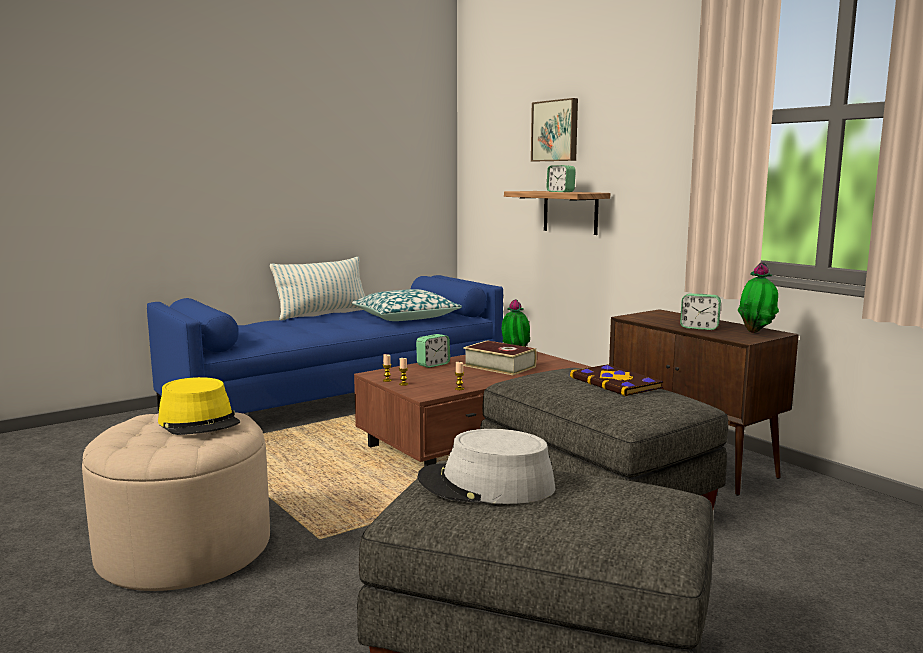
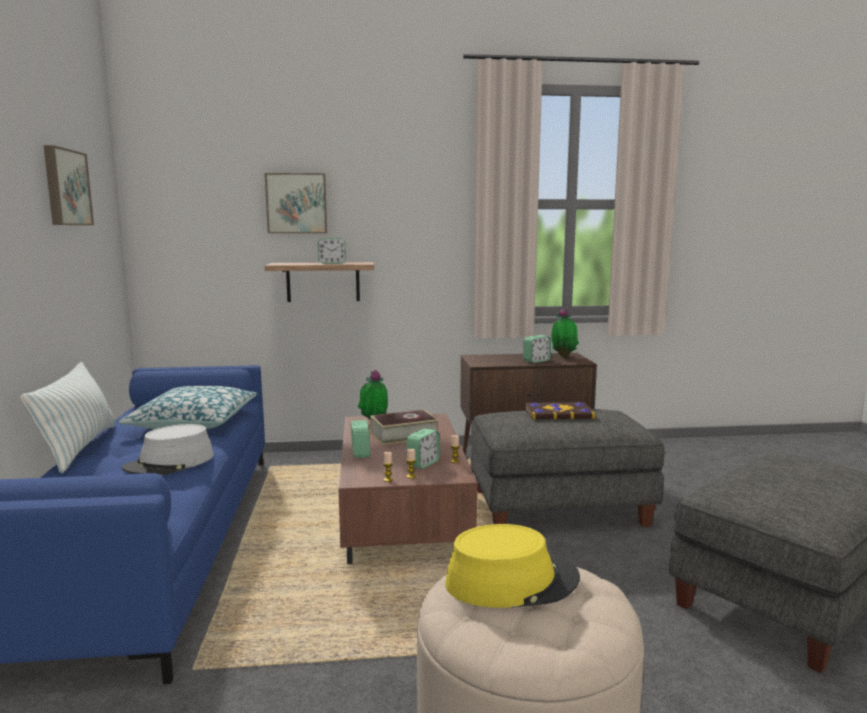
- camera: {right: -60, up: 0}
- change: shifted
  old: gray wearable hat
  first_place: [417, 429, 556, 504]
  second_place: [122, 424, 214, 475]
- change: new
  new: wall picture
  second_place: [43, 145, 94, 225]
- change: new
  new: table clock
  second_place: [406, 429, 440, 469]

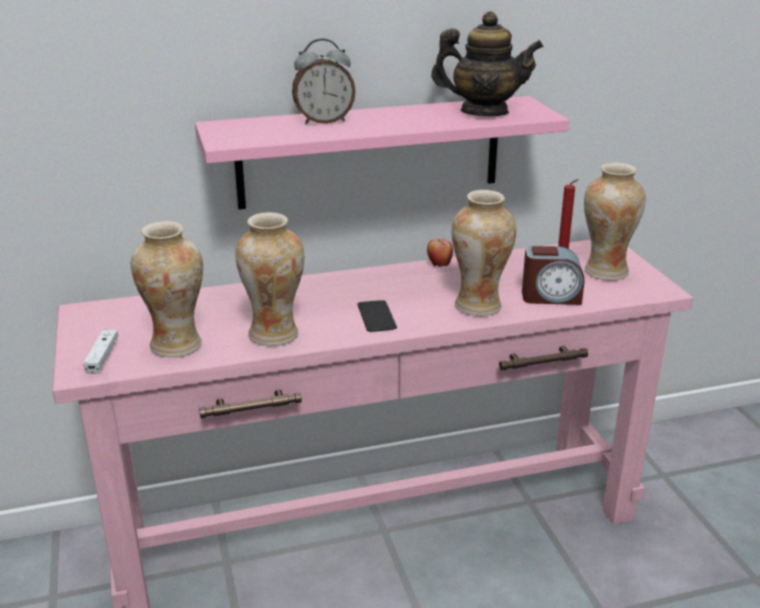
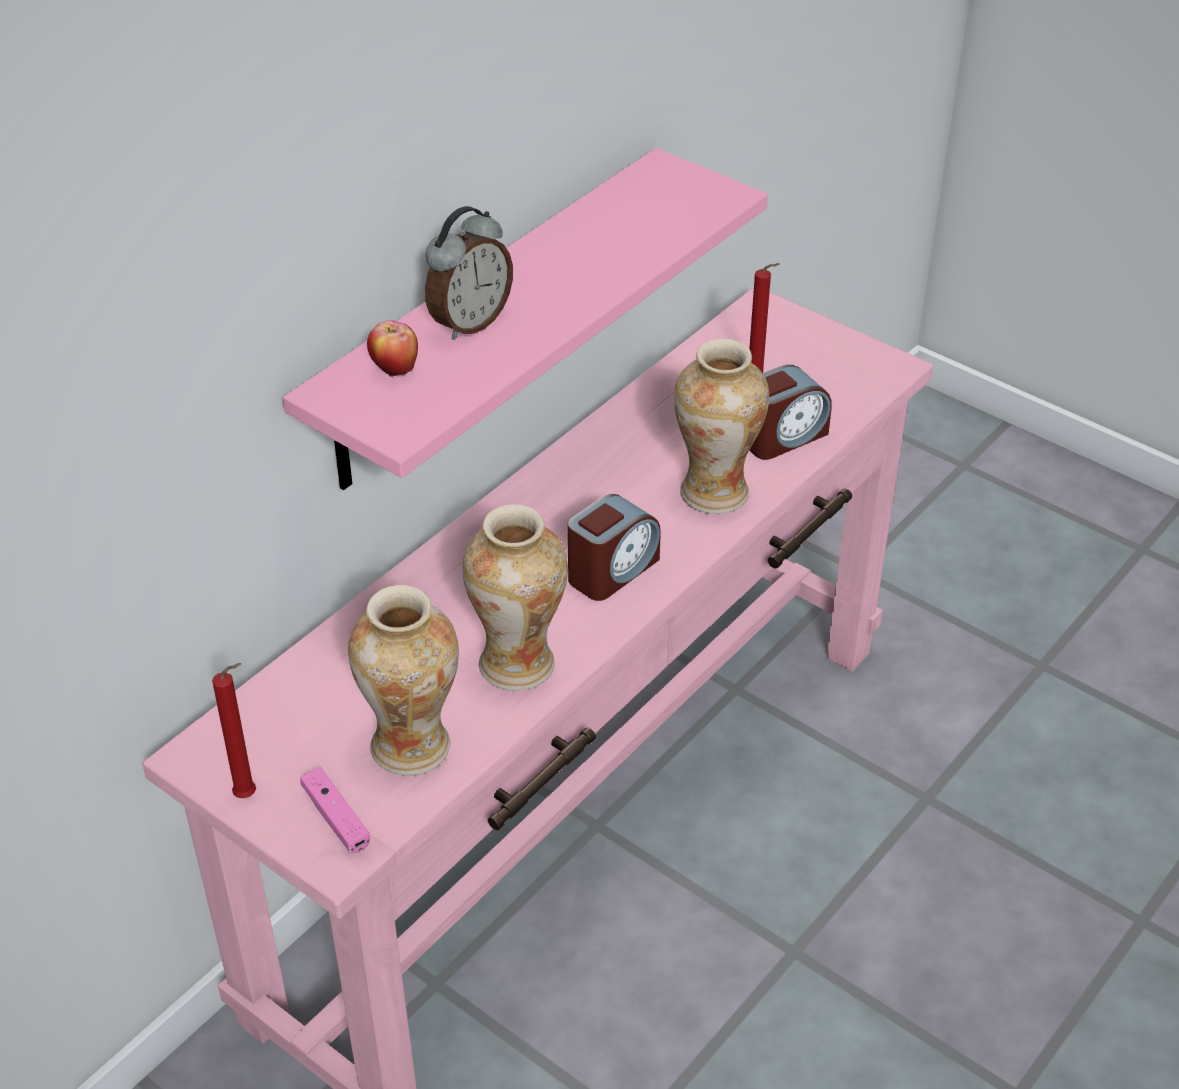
- camera: {right: -35, up: 15}
- change: gone
  old: teapot
  first_place: [431, 11, 543, 117]
- change: gone
  old: decorative vase
  first_place: [584, 163, 646, 281]
- change: shifted
  old: whole apple
  first_place: [427, 238, 453, 267]
  second_place: [367, 320, 418, 377]
- change: swapped
  old: handset
  new: table clock
  first_place: [357, 300, 397, 332]
  second_place: [568, 494, 661, 601]
- change: repainted
  old: white-coloured joypad
  new: pinkish joypad
  first_place: [83, 330, 118, 374]
  second_place: [300, 767, 370, 853]
- change: new
  new: reddish candle
  second_place: [212, 663, 256, 798]

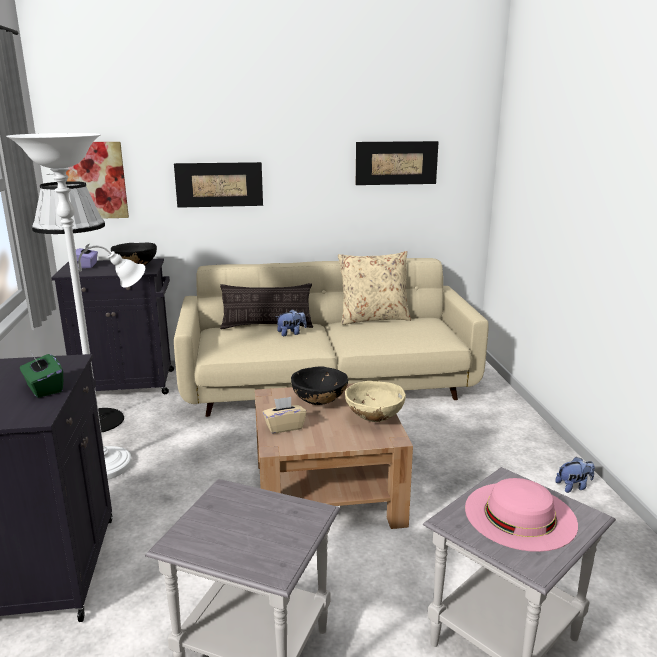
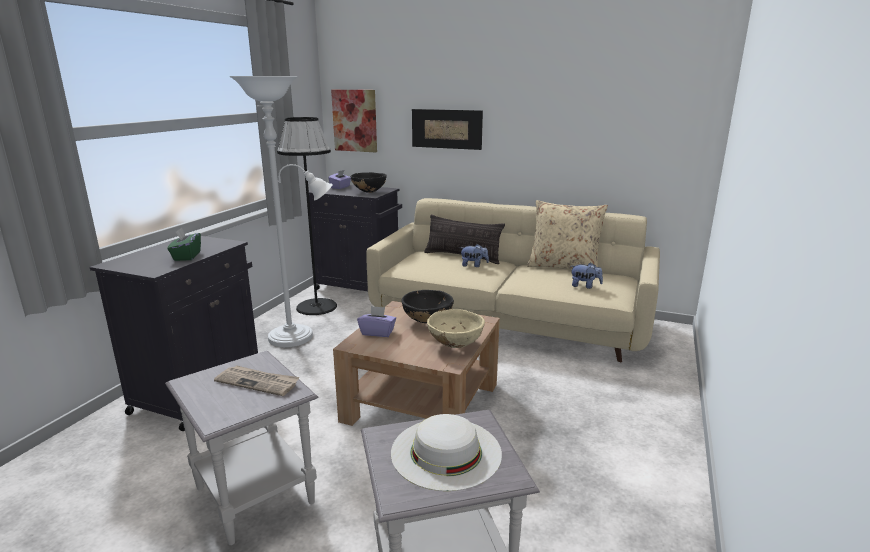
- camera: {right: 30, up: 0}
- change: gone
  old: wall picture
  first_place: [356, 141, 439, 185]
- change: repainted
  old: beige-coloured tissue holder
  new: purple tissue holder
  first_place: [262, 397, 306, 434]
  second_place: [357, 306, 396, 337]
- change: shifted
  old: soft toy
  first_place: [555, 457, 595, 493]
  second_place: [571, 262, 603, 289]
- change: repainted
  old: pinkish wearable hat
  new: white-coloured wearable hat
  first_place: [465, 478, 578, 552]
  second_place: [391, 414, 502, 491]
- change: new
  new: daily paper
  second_place: [214, 365, 300, 396]

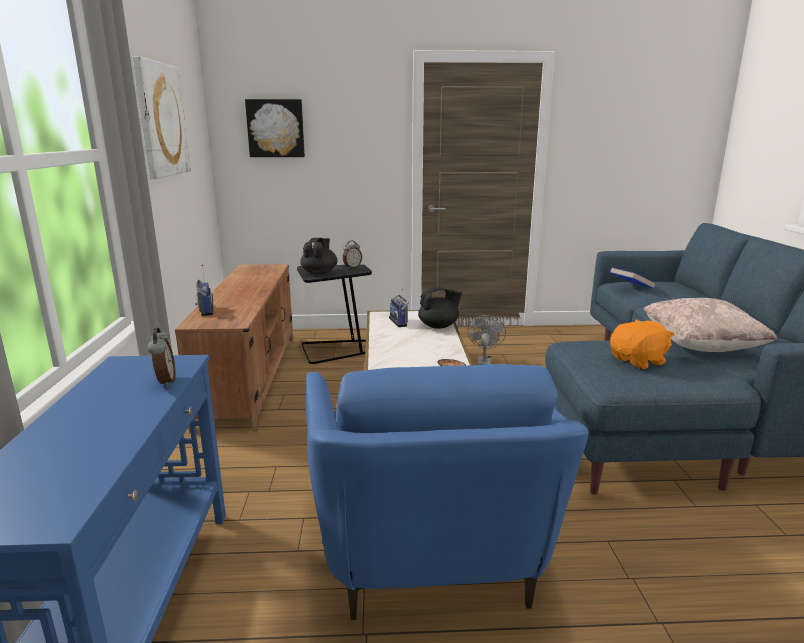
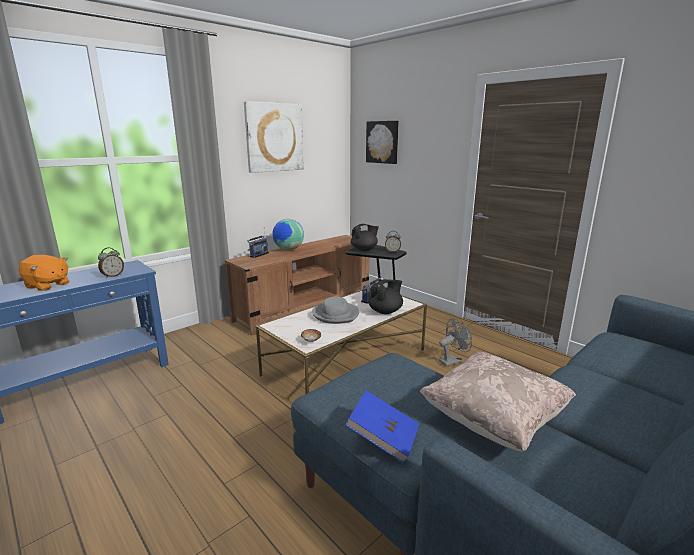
- camera: {right: 50, up: 0}
- change: shifted
  old: blue-coloured bound book
  first_place: [610, 267, 655, 289]
  second_place: [345, 390, 419, 463]
- change: rotated
  old: black teapot
  first_place: [418, 287, 462, 329]
  second_place: [369, 279, 403, 314]
  degrees: -75
- change: shifted
  old: orangey soft toy
  first_place: [610, 319, 675, 369]
  second_place: [19, 255, 69, 291]
- change: gone
  old: blue-coloured easy chair
  first_place: [306, 364, 589, 620]
- change: new
  new: world globe
  second_place: [272, 219, 304, 250]
- change: new
  new: gray wearable hat
  second_place: [312, 297, 359, 324]

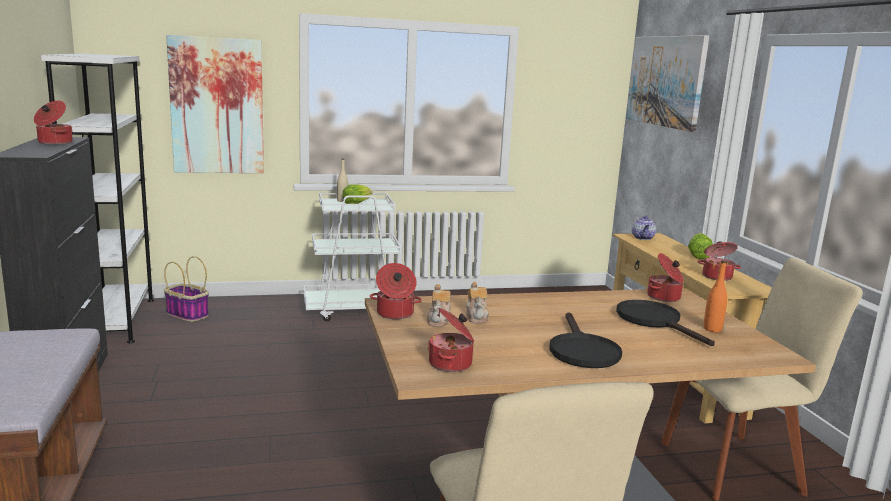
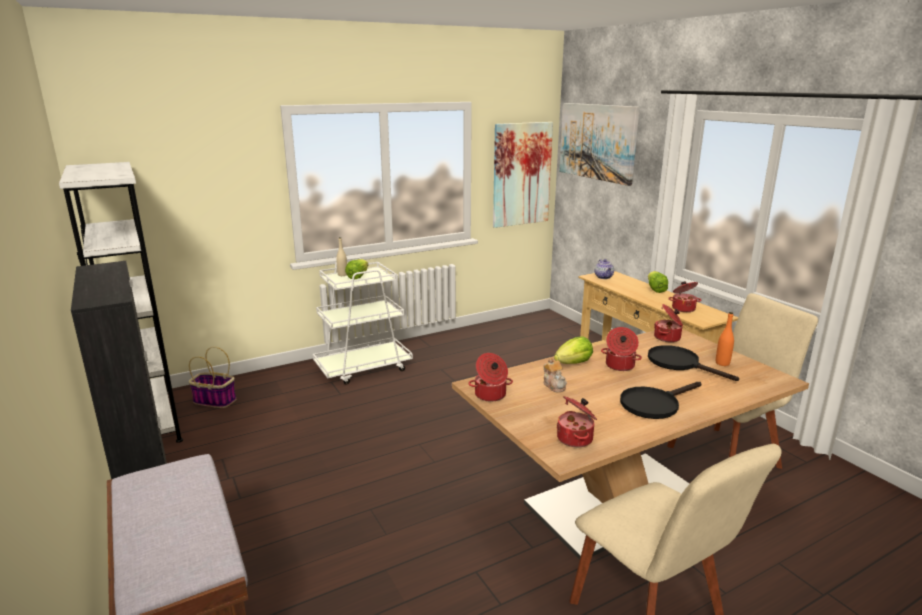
- camera: {right: -15, up: 5}
- change: shifted
  old: wall picture
  first_place: [166, 35, 264, 173]
  second_place: [493, 122, 553, 228]
- change: shifted
  old: stockpot
  first_place: [34, 101, 73, 145]
  second_place: [601, 327, 642, 371]
- change: gone
  old: teapot
  first_place: [427, 284, 451, 327]
- change: rotated
  old: black skillet
  first_place: [549, 312, 622, 368]
  second_place: [620, 382, 701, 419]
  degrees: 75
- change: new
  new: head of lettuce
  second_place: [554, 336, 593, 364]

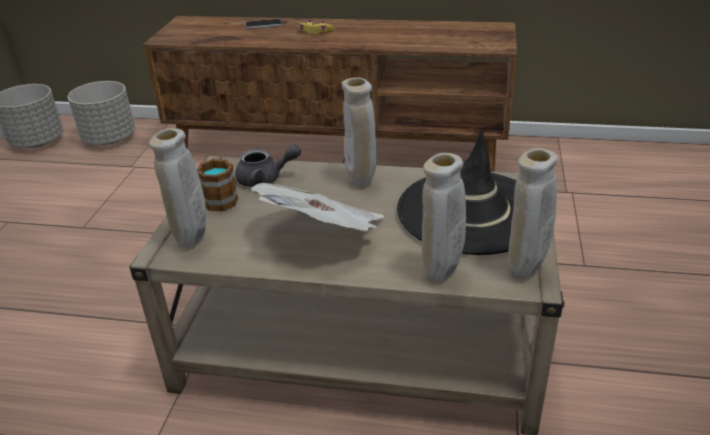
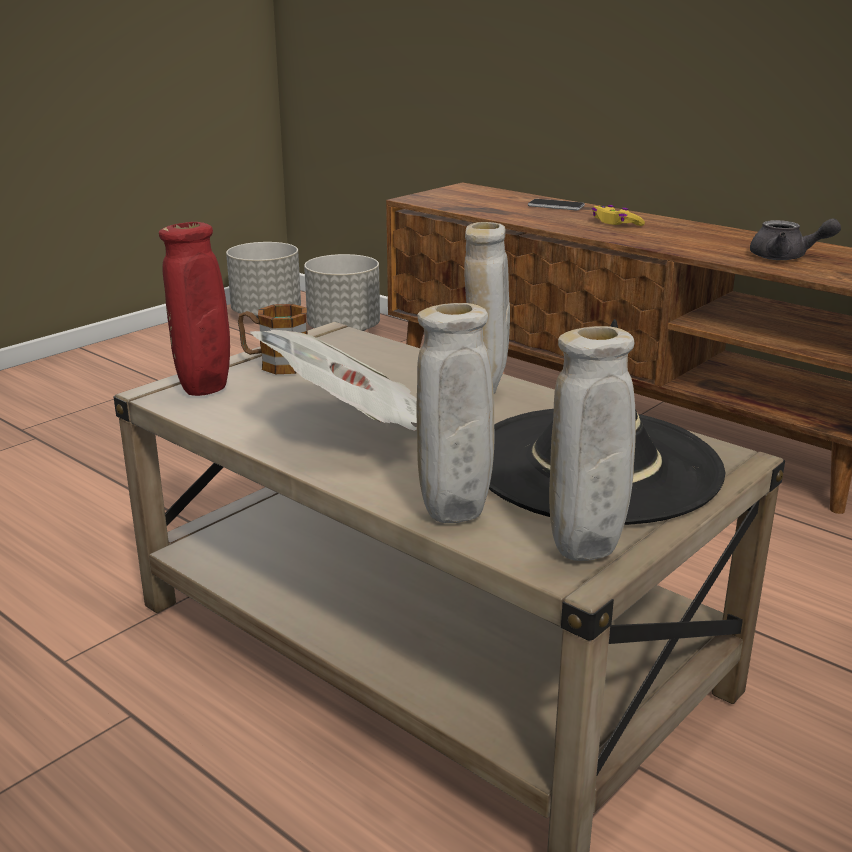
- camera: {right: 30, up: -10}
- change: repainted
  old: beige-coloured decorative vase
  new: reddish decorative vase
  first_place: [149, 128, 206, 248]
  second_place: [159, 222, 230, 396]
- change: shifted
  old: gray teapot
  first_place: [235, 145, 301, 187]
  second_place: [750, 218, 841, 260]

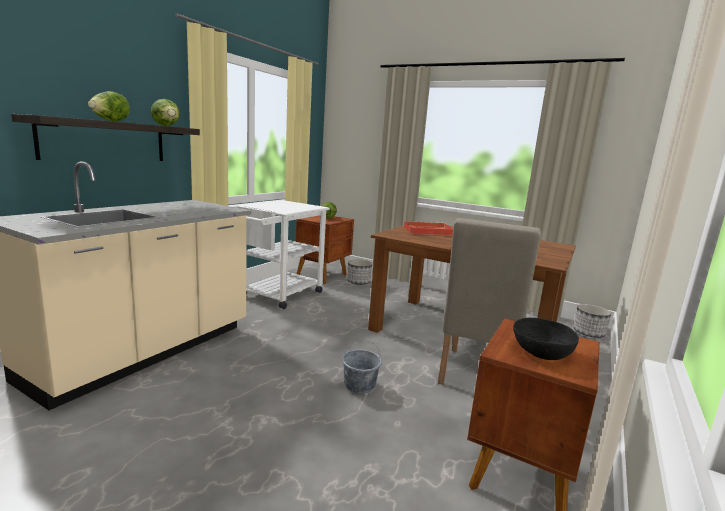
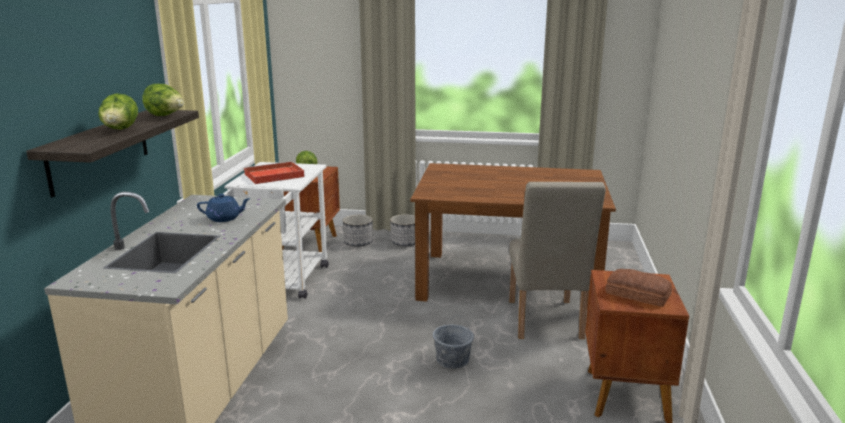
- camera: {right: -20, up: 5}
- change: shifted
  old: reddish carrying tray
  first_place: [404, 221, 453, 236]
  second_place: [244, 161, 305, 184]
- change: shifted
  old: flower pot
  first_place: [573, 304, 611, 338]
  second_place: [390, 214, 415, 246]
- change: swapped
  old: black deep dish
  new: baked bread
  first_place: [513, 318, 579, 360]
  second_place: [605, 269, 672, 307]
- change: new
  new: blue-coloured teapot
  second_place: [197, 194, 251, 222]

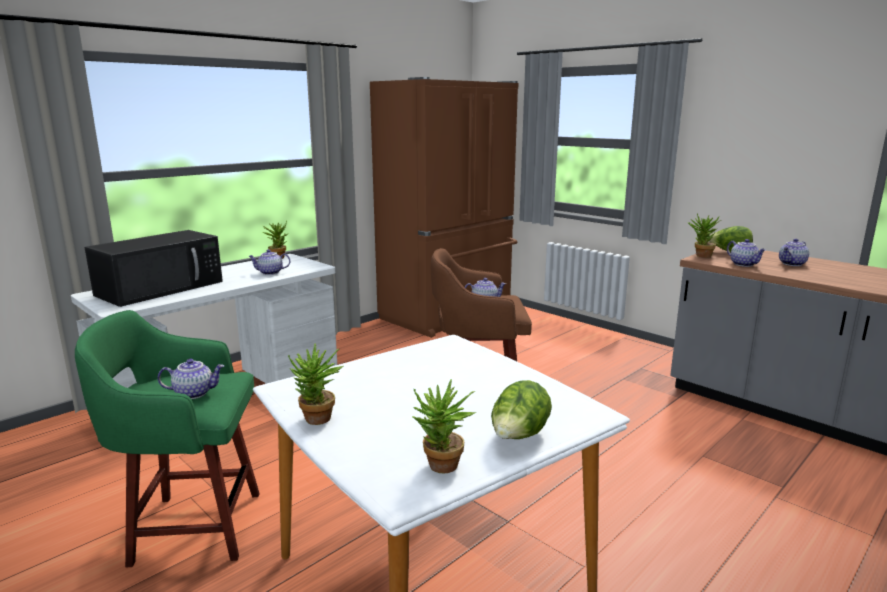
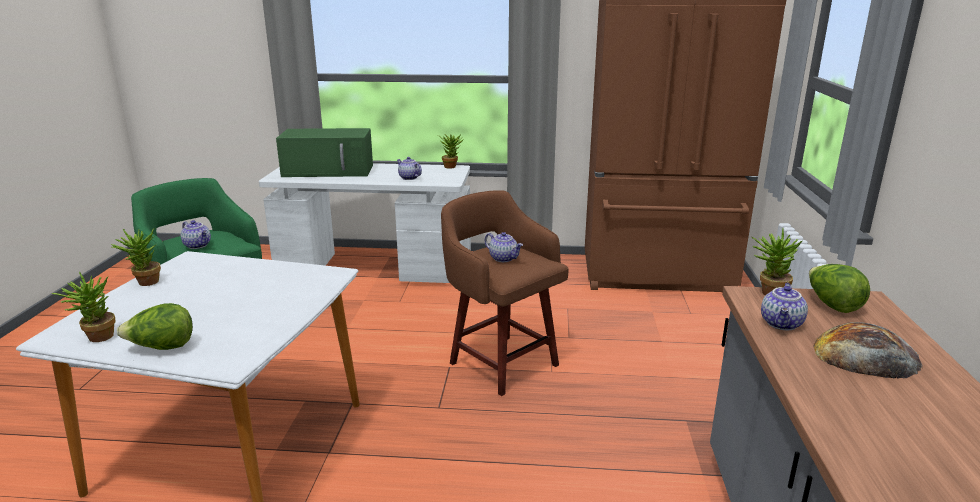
- camera: {right: 50, up: 5}
- change: repainted
  old: black kitchen microwave
  new: green kitchen microwave
  first_place: [85, 230, 223, 307]
  second_place: [276, 128, 373, 177]
- change: swapped
  old: teapot
  new: baked bread
  first_place: [779, 239, 809, 266]
  second_place: [814, 322, 922, 379]

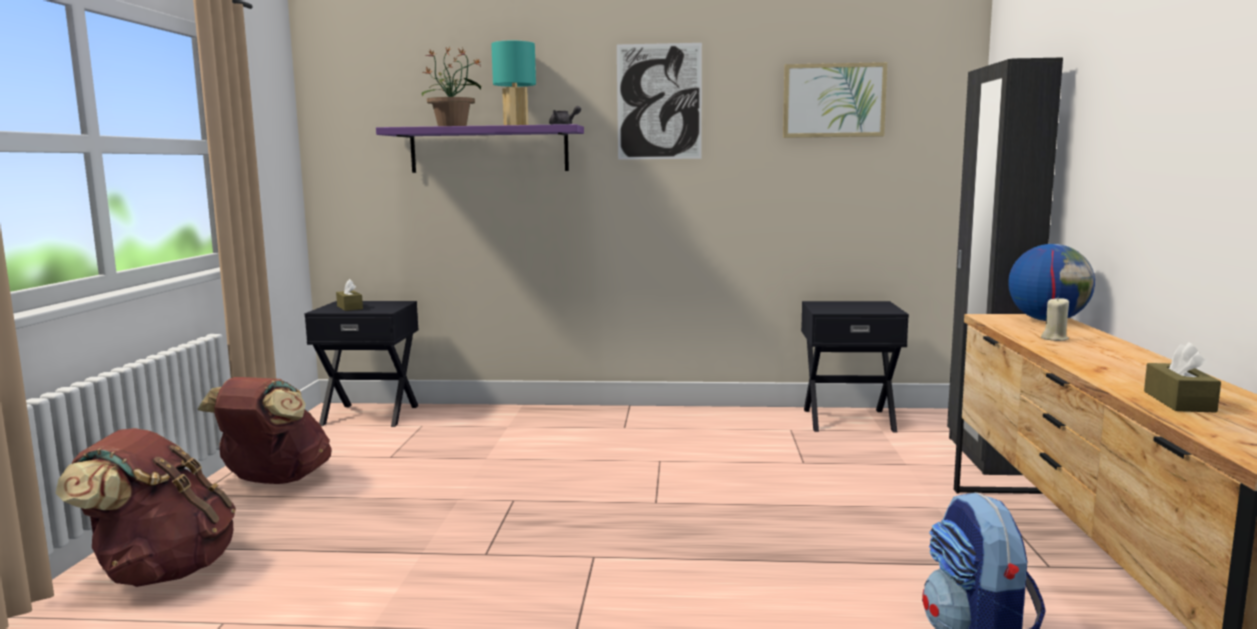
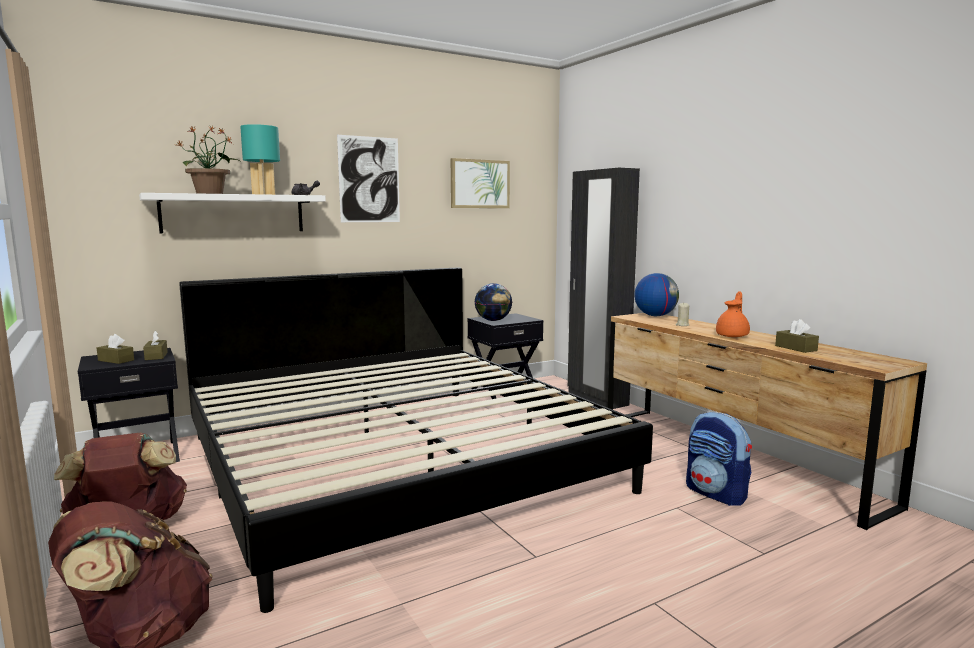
- camera: {right: -35, up: 0}
- change: repainted
  old: purple shelf
  new: white-coloured shelf
  first_place: [376, 124, 584, 173]
  second_place: [139, 193, 326, 233]
- change: new
  new: sleeping bed
  second_place: [179, 267, 653, 613]
- change: new
  new: world globe
  second_place: [475, 283, 512, 321]
- change: new
  new: orangey teapot
  second_place: [716, 291, 750, 337]
- change: new
  new: brownish tissue holder
  second_place: [143, 331, 168, 360]

